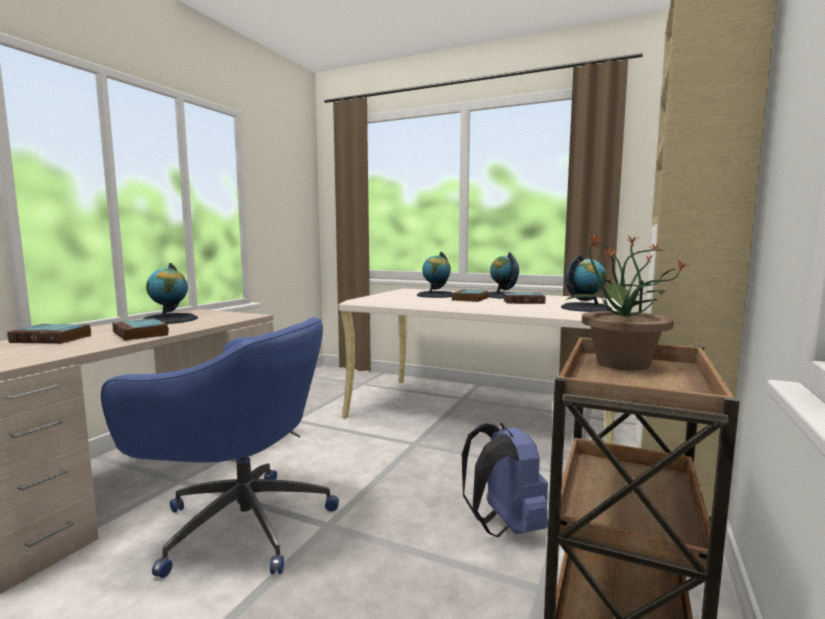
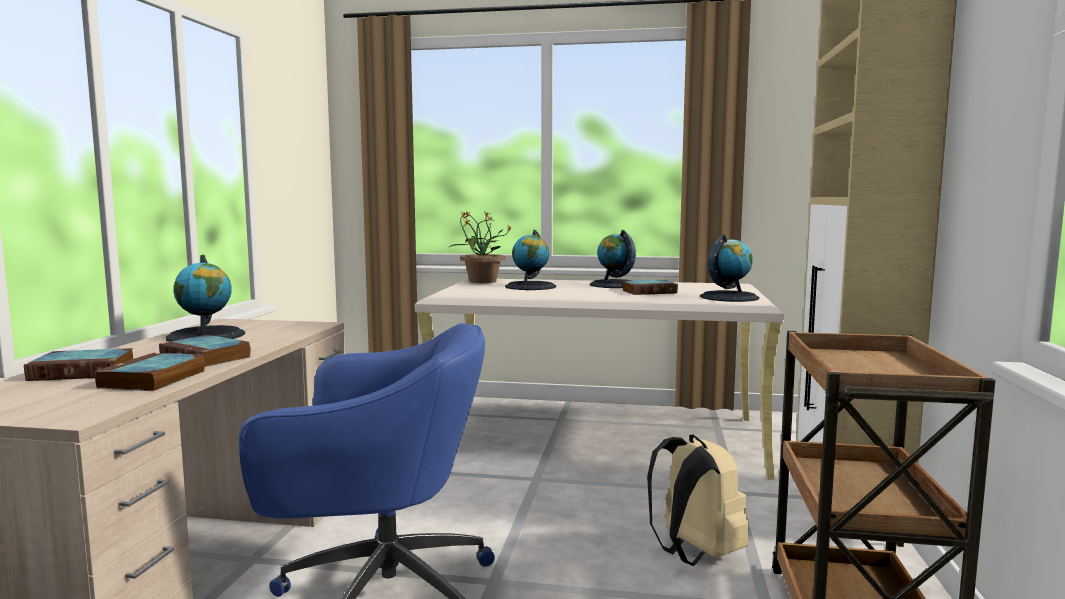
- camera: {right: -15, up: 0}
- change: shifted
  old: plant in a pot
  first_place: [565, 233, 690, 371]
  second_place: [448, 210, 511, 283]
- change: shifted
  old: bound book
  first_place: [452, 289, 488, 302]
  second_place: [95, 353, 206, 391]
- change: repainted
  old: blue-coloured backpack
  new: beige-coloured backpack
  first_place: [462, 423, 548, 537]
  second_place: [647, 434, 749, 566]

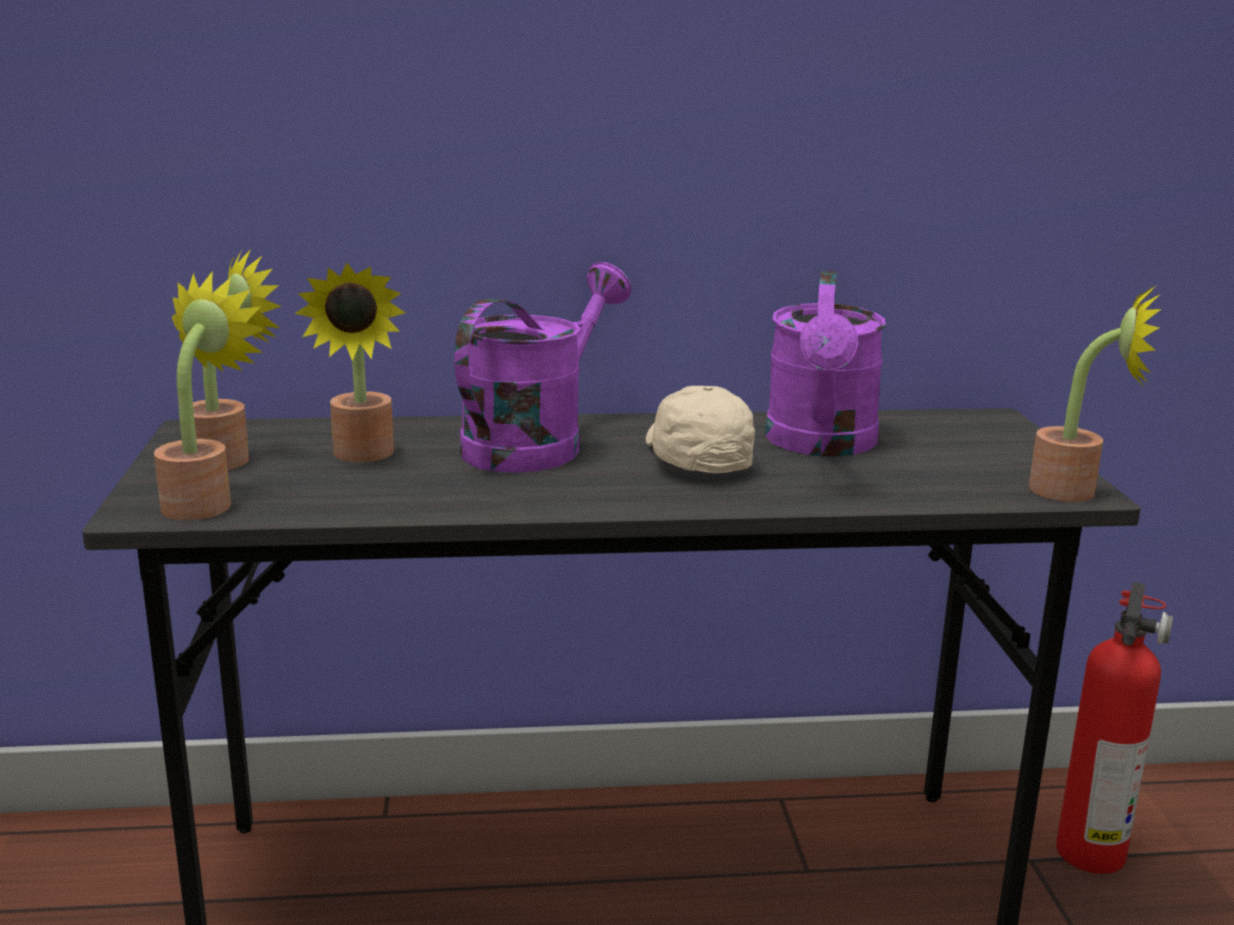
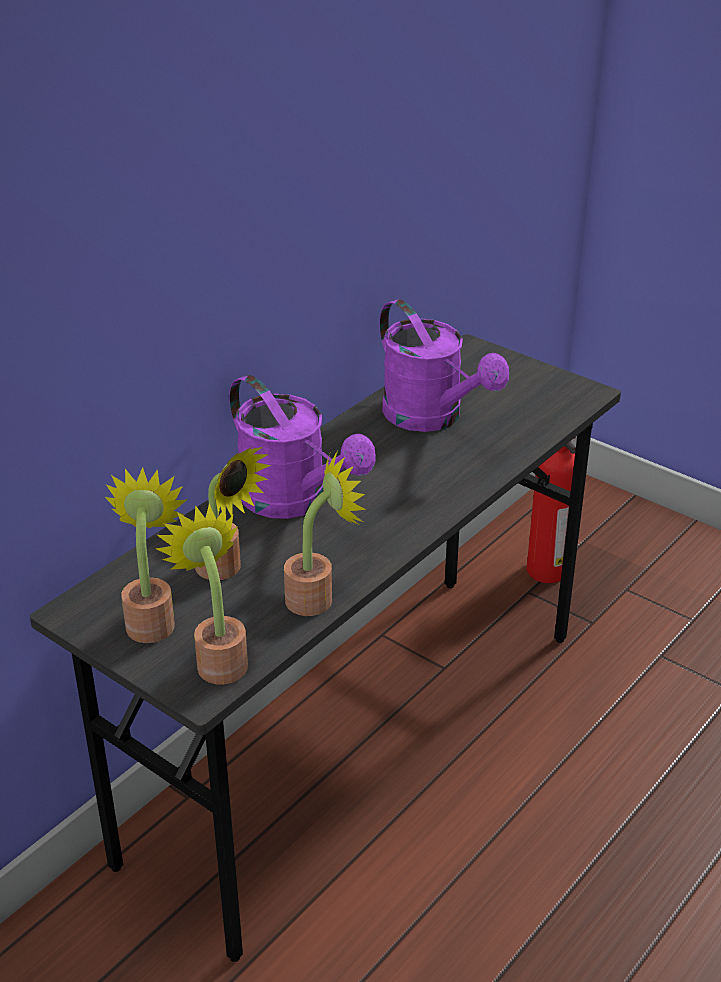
- camera: {right: -45, up: 15}
- change: rotated
  old: purple watering can
  first_place: [454, 262, 631, 473]
  second_place: [229, 375, 376, 519]
  degrees: 150
- change: shifted
  old: plant in a pot
  first_place: [1029, 285, 1162, 502]
  second_place: [284, 451, 367, 616]
- change: gone
  old: beige-coloured baseball cap
  first_place: [646, 386, 755, 473]

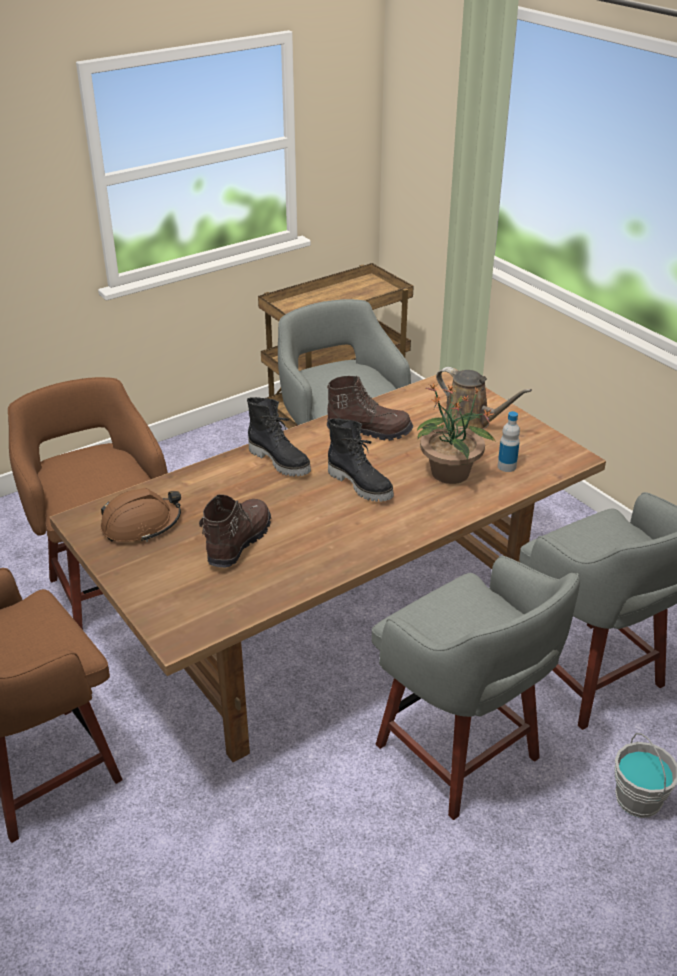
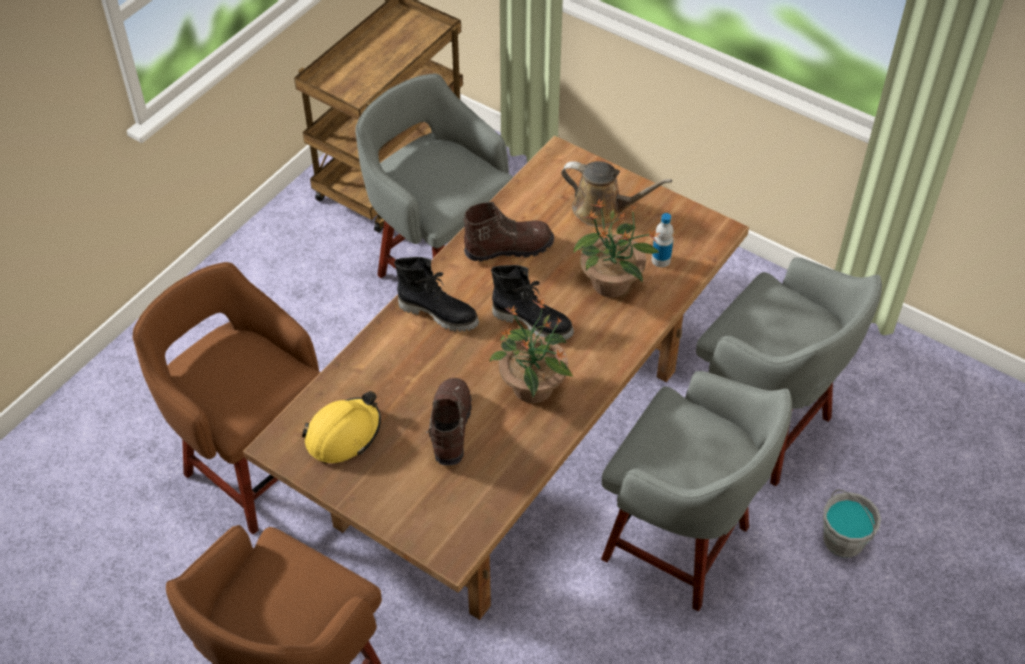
- camera: {right: -20, up: 15}
- change: repainted
  old: brownish hard hat
  new: yellow-coloured hard hat
  first_place: [100, 488, 181, 542]
  second_place: [302, 391, 381, 463]
- change: new
  new: plant in a pot
  second_place: [489, 299, 573, 403]

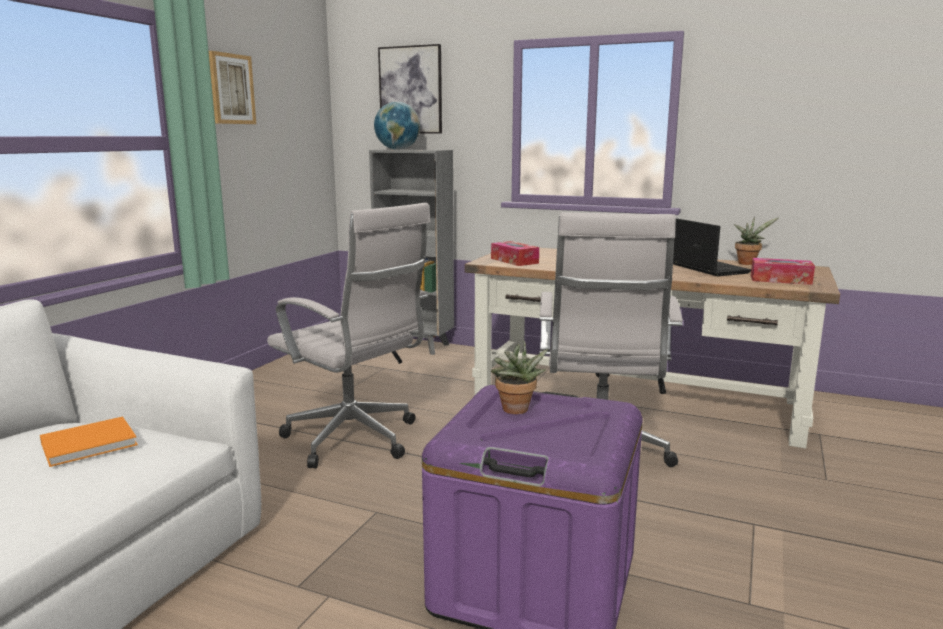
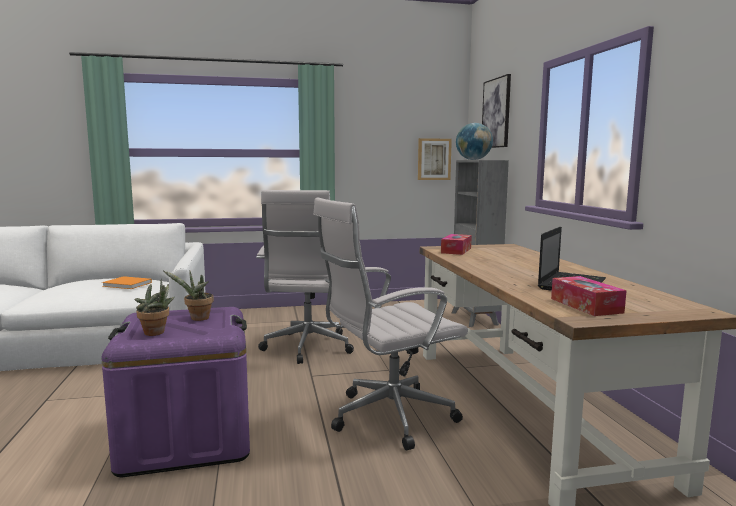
- camera: {right: 55, up: -5}
- change: shifted
  old: wall picture
  first_place: [209, 51, 256, 124]
  second_place: [418, 138, 452, 180]
- change: shifted
  old: plant in a pot
  first_place: [734, 217, 779, 265]
  second_place: [134, 279, 175, 336]

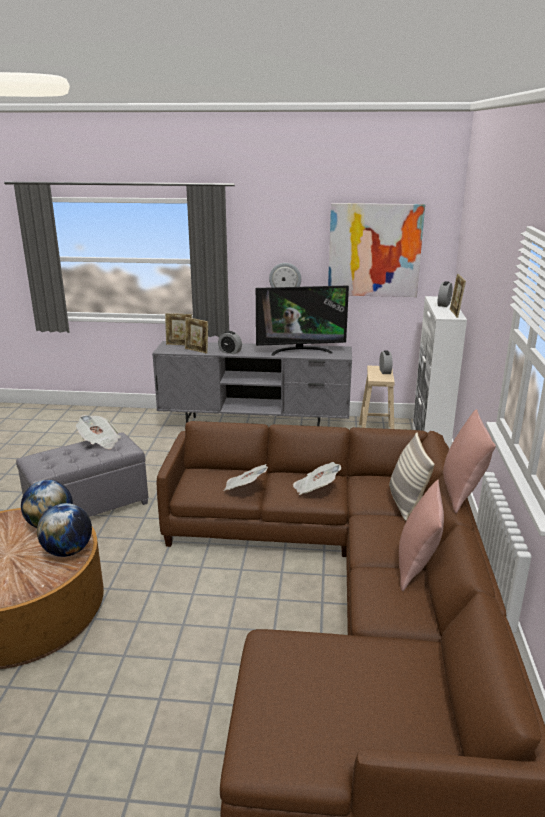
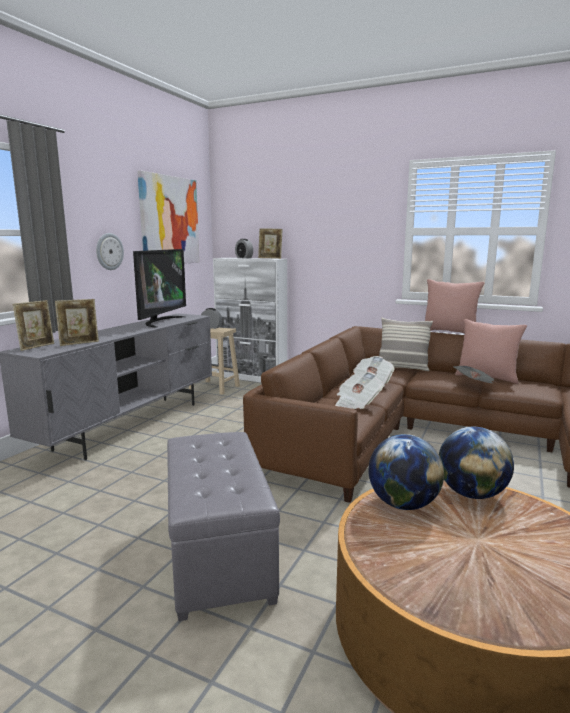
- camera: {right: -70, up: -10}
- change: gone
  old: table clock
  first_place: [218, 331, 242, 354]
- change: shifted
  old: daily paper
  first_place: [76, 415, 121, 449]
  second_place: [453, 366, 495, 383]

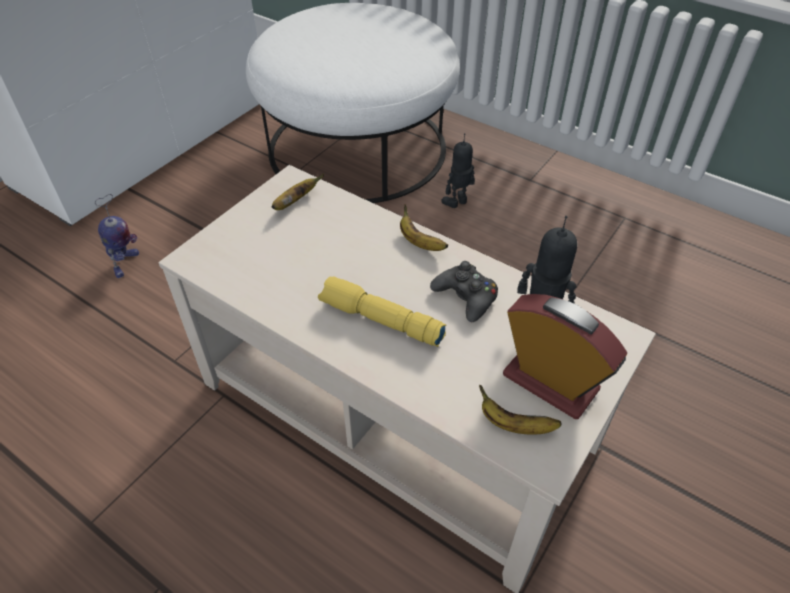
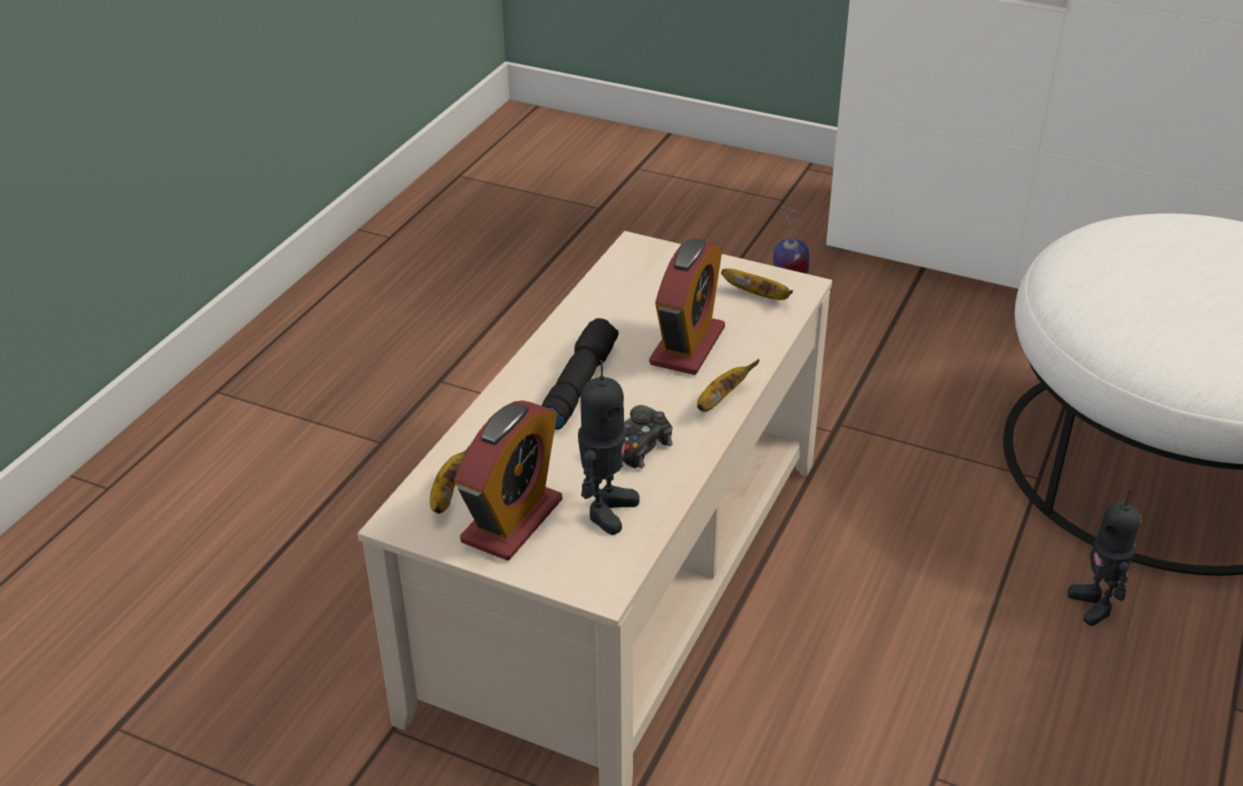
- camera: {right: 80, up: -10}
- change: rotated
  old: model robot
  first_place: [441, 133, 475, 208]
  second_place: [1068, 490, 1141, 626]
  degrees: -150
- change: repainted
  old: yellow-coloured torch
  new: black torch
  first_place: [318, 276, 446, 347]
  second_place: [541, 318, 619, 430]
- change: new
  new: table clock
  second_place: [649, 238, 725, 375]

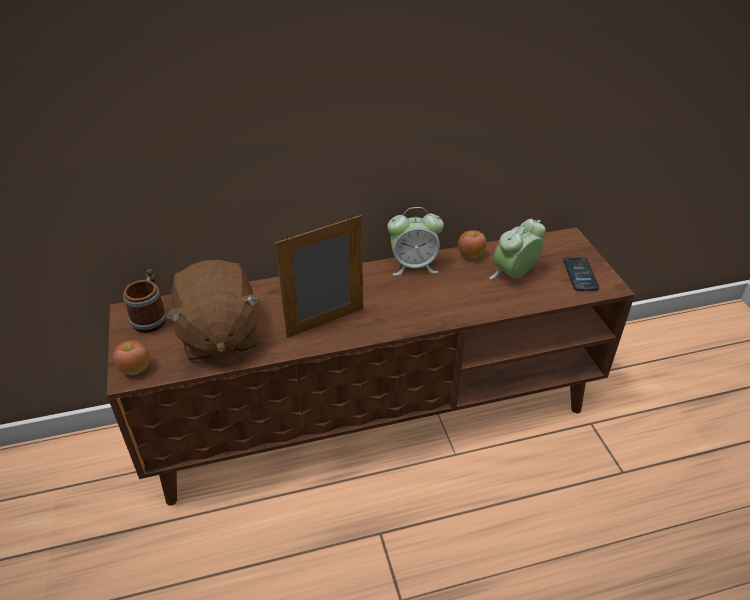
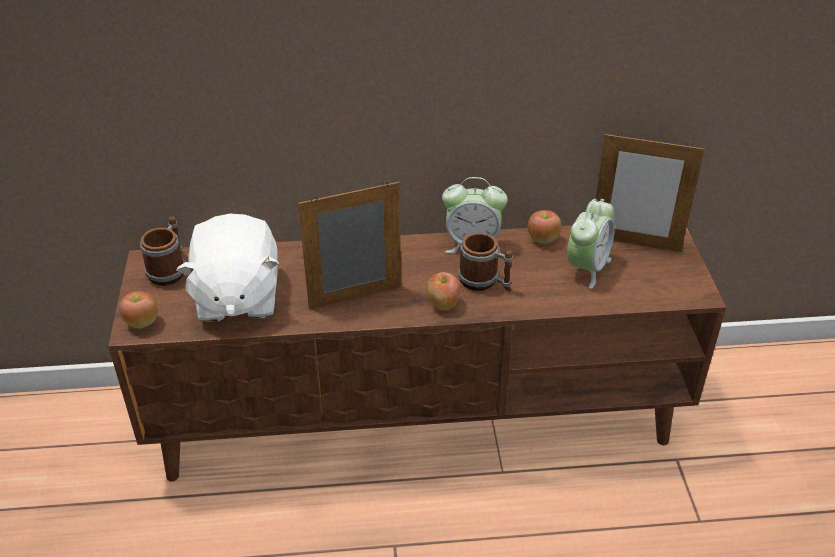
- camera: {right: 10, up: 0}
- change: rotated
  old: table clock
  first_place: [489, 218, 546, 279]
  second_place: [567, 199, 615, 289]
  degrees: 150
- change: gone
  old: handset
  first_place: [563, 258, 599, 291]
- change: repainted
  old: brownish soft toy
  new: white-coloured soft toy
  first_place: [166, 260, 260, 361]
  second_place: [176, 214, 279, 322]
- change: new
  new: picture frame
  second_place: [595, 132, 705, 252]
- change: new
  new: mug
  second_place: [458, 233, 513, 291]
- change: new
  new: whole apple
  second_place: [426, 272, 461, 310]

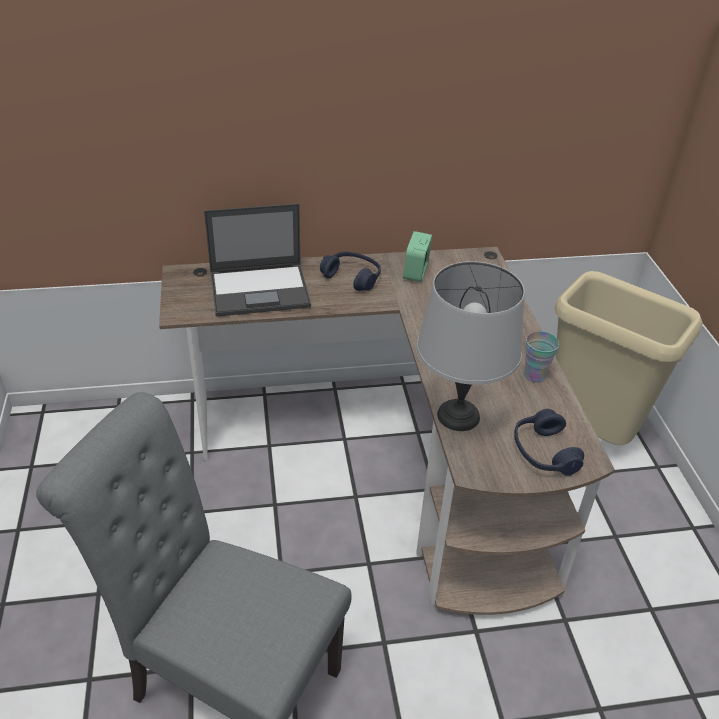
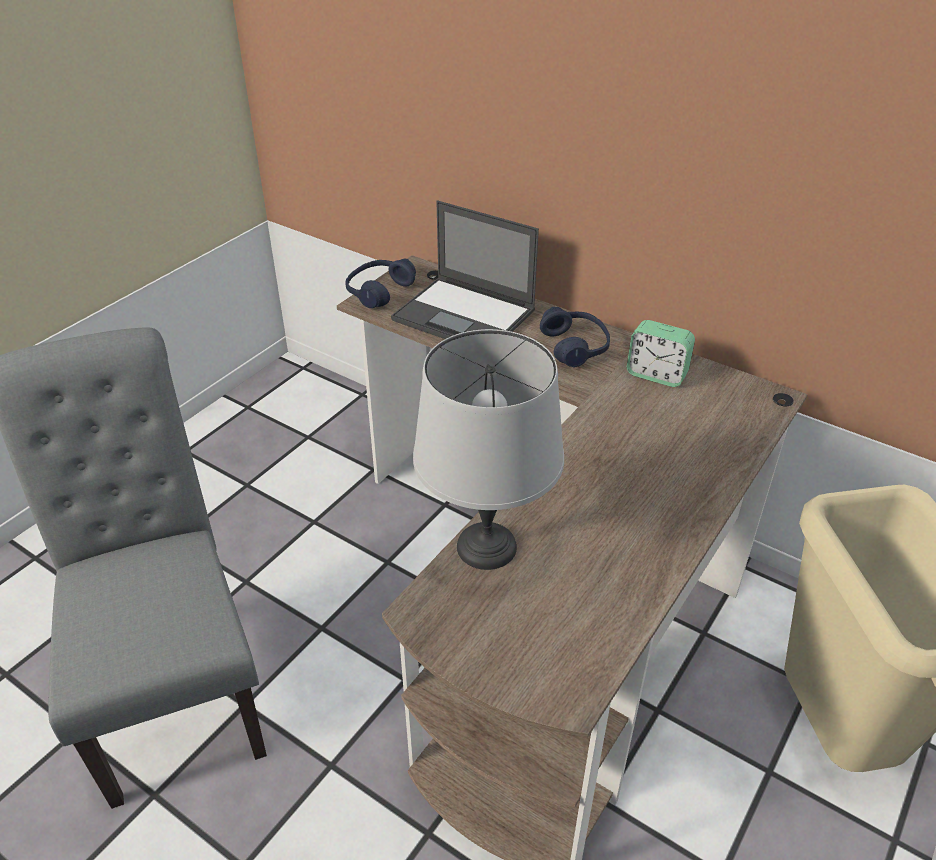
- camera: {right: 45, up: 0}
- change: rotated
  old: table clock
  first_place: [403, 231, 432, 282]
  second_place: [627, 320, 695, 387]
  degrees: -120
- change: gone
  old: cup
  first_place: [524, 331, 559, 383]
- change: shifted
  old: blue-coloured headphones
  first_place: [514, 409, 584, 476]
  second_place: [346, 259, 416, 308]

